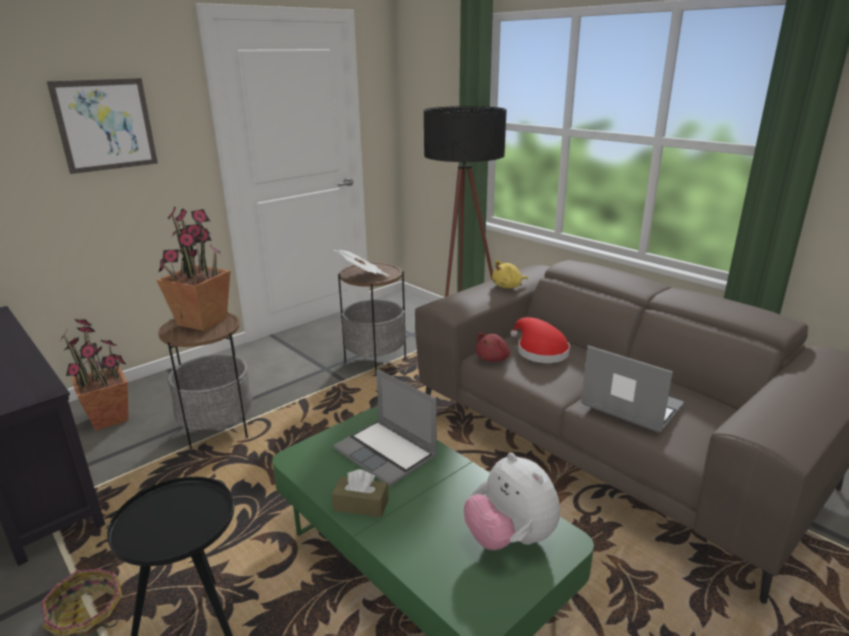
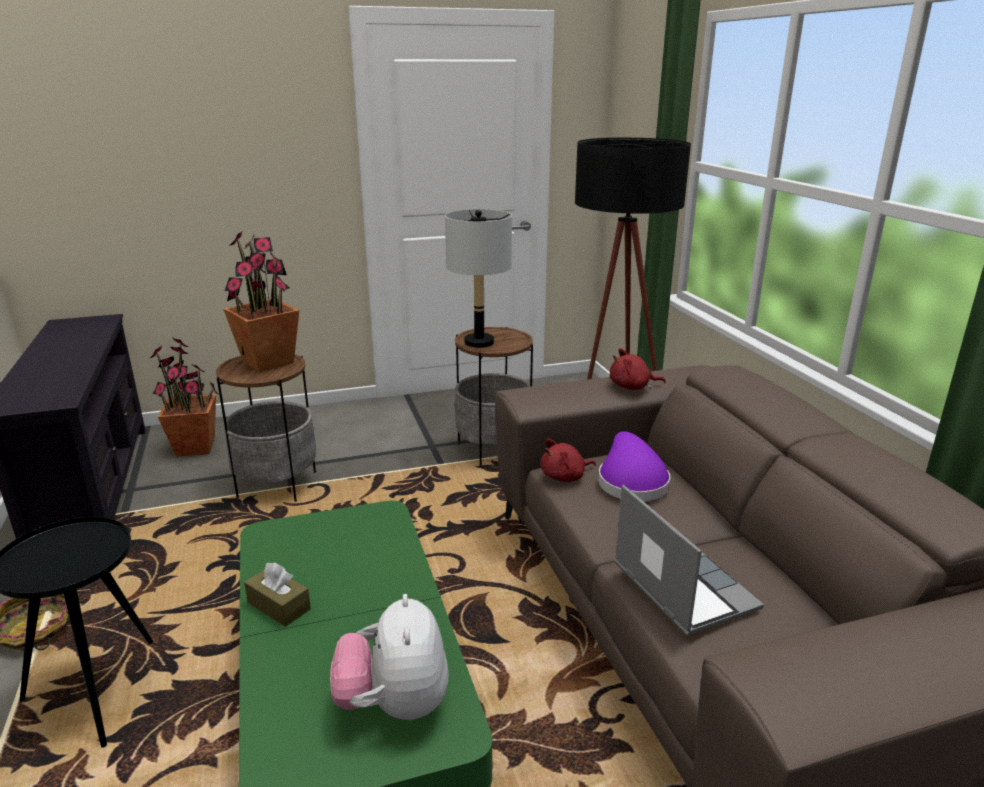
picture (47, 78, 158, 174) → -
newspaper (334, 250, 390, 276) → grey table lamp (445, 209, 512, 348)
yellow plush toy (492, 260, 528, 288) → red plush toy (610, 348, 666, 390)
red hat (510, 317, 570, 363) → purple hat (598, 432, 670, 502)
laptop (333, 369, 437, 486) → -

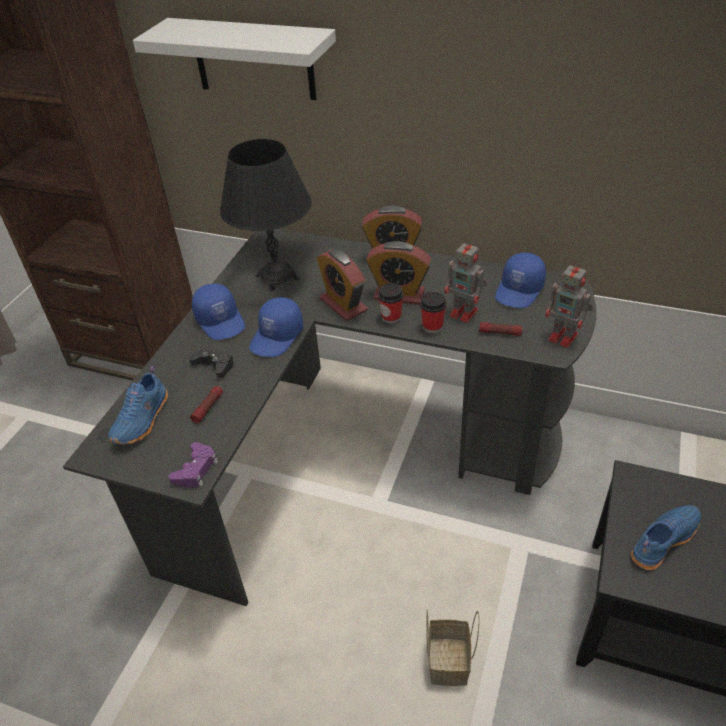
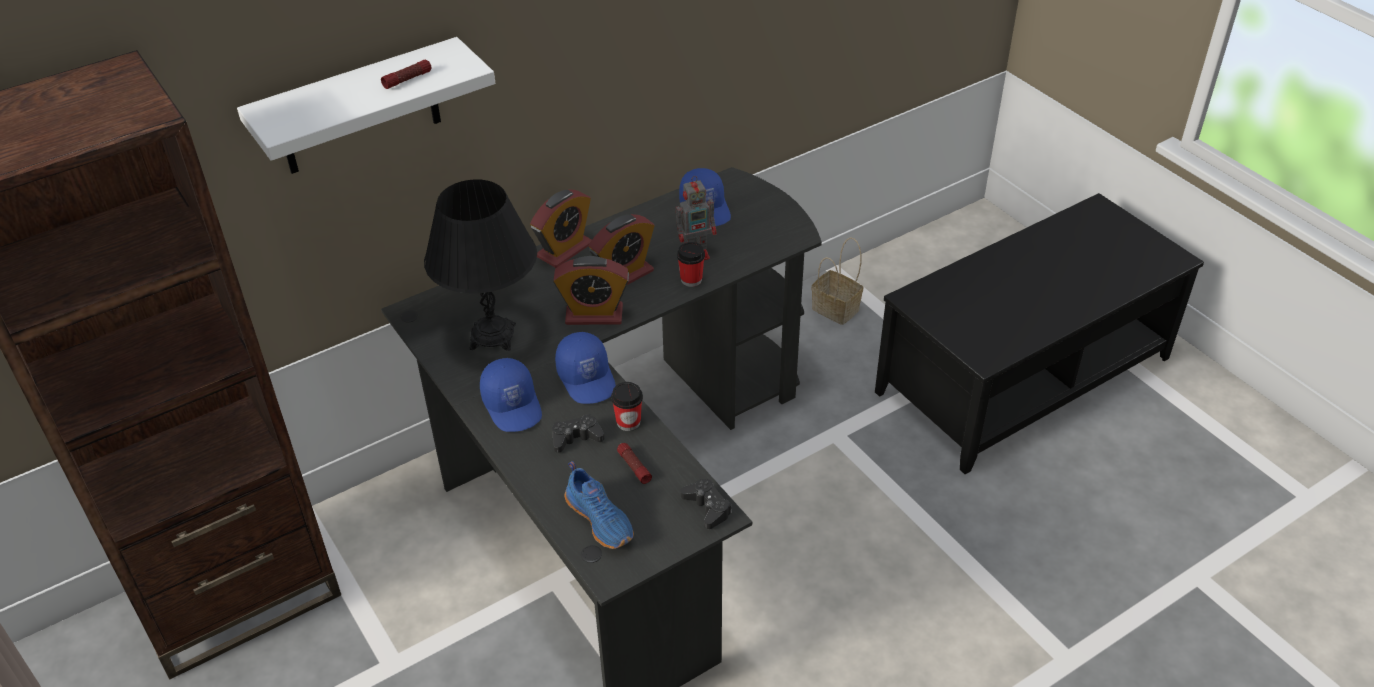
toy robot (545, 261, 593, 348) → -
blue cap (192, 283, 245, 340) → blue cap (480, 358, 542, 432), 60 degrees clockwise
cup (378, 283, 404, 324) → cup (611, 382, 643, 431), relocated
flashlight (479, 322, 522, 336) → flashlight (381, 60, 432, 89), relocated
purple game controller (169, 442, 218, 488) → black game controller (680, 479, 732, 529)
blue shoe (631, 505, 701, 570) → -
basket (426, 610, 479, 686) → basket (811, 237, 863, 325), relocated

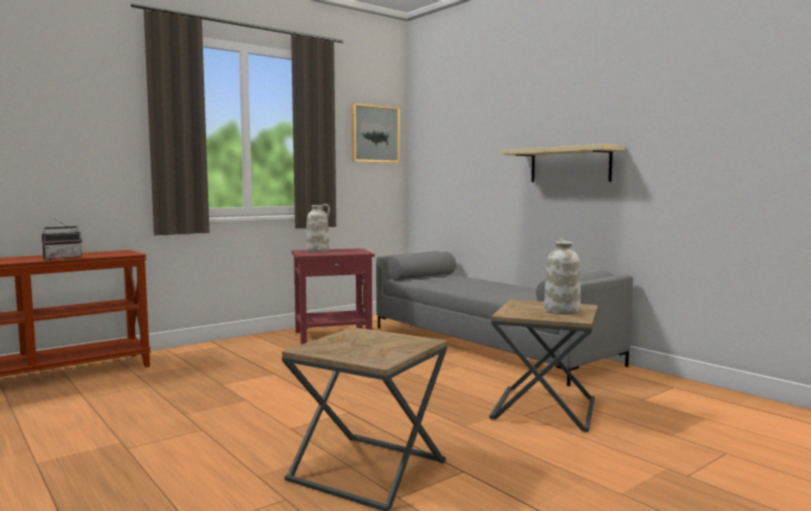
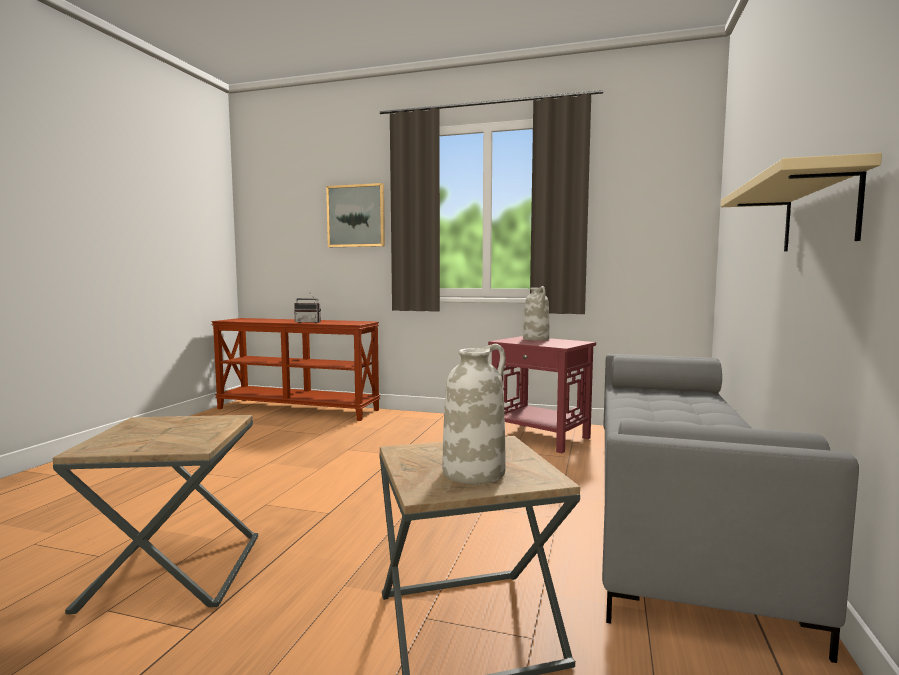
picture (351, 103, 400, 163) → picture (326, 183, 385, 247), relocated

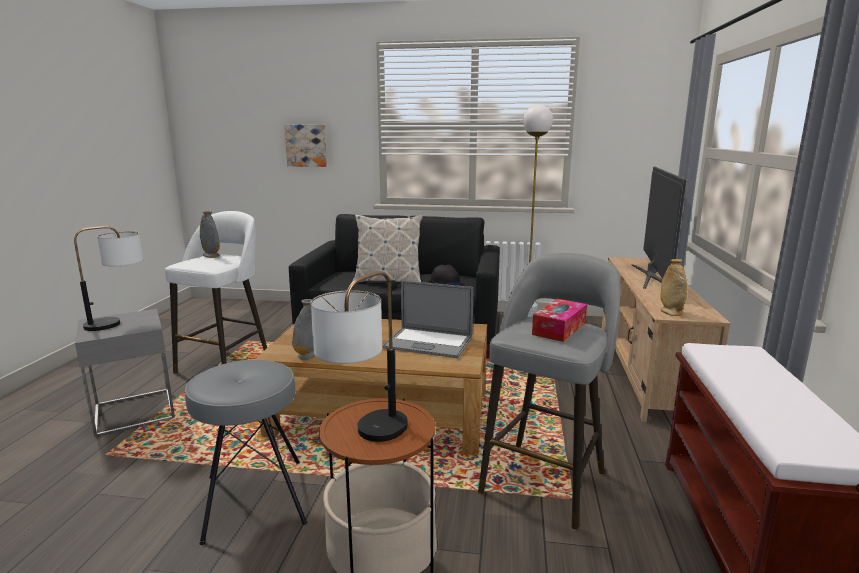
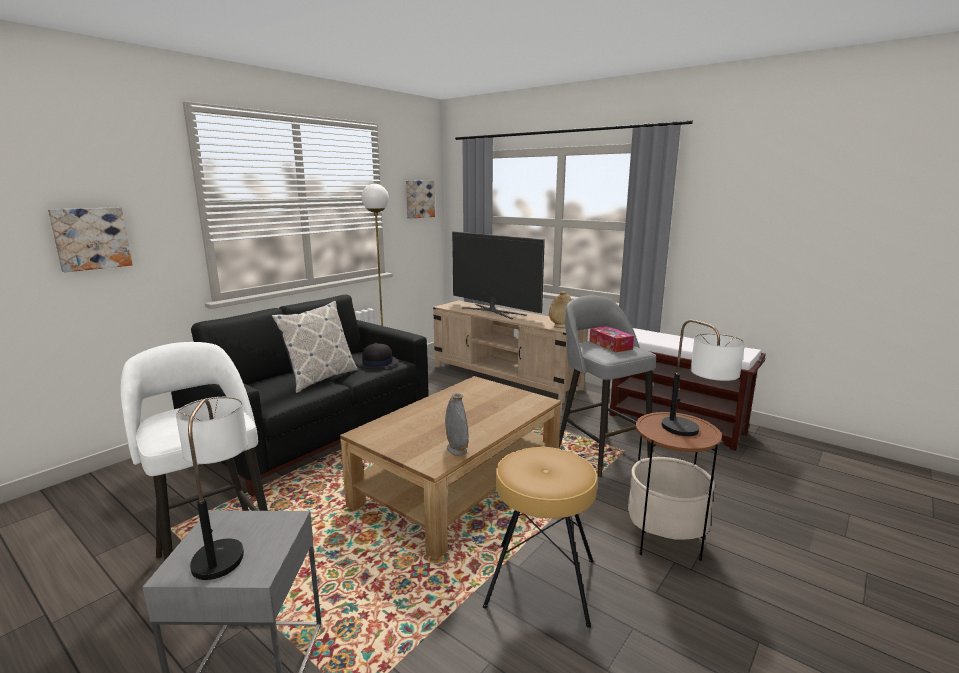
grey vase (200, 211, 220, 258) → -
laptop (383, 281, 473, 358) → -
grey stool (185, 360, 307, 545) → brown stool (483, 447, 597, 628)
- → picture (406, 181, 435, 219)

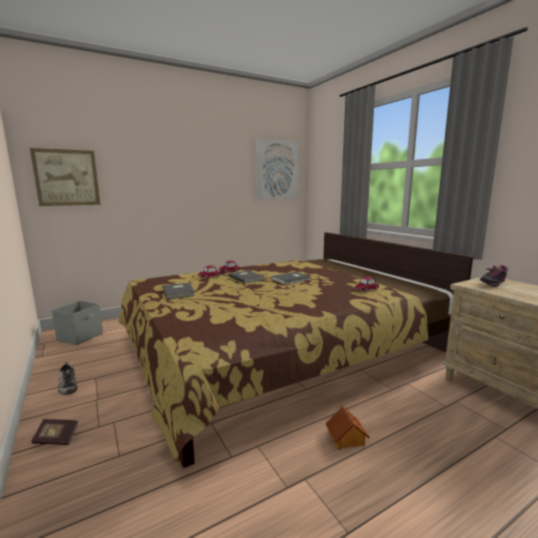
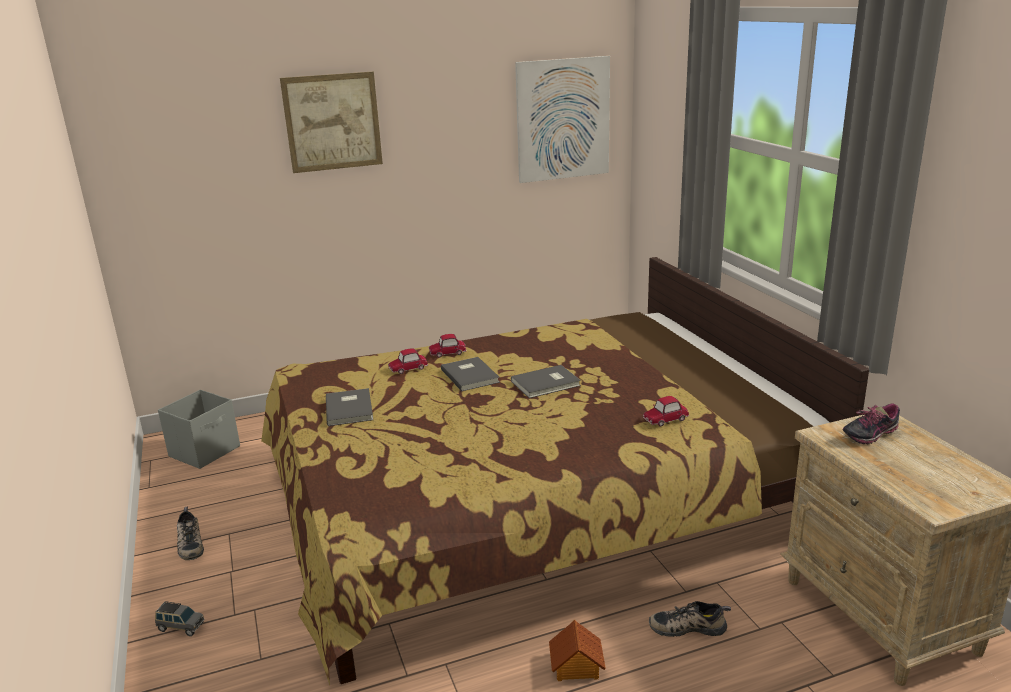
picture (30, 148, 100, 206) → picture (280, 72, 383, 173), relocated
book (31, 419, 79, 445) → grey toy car (155, 601, 204, 636)
- → shoe (649, 601, 731, 637)

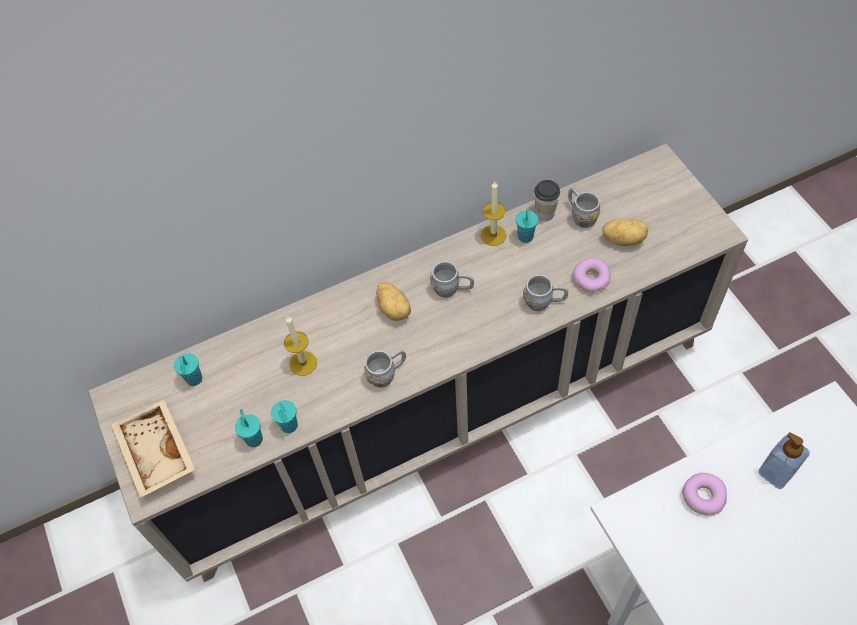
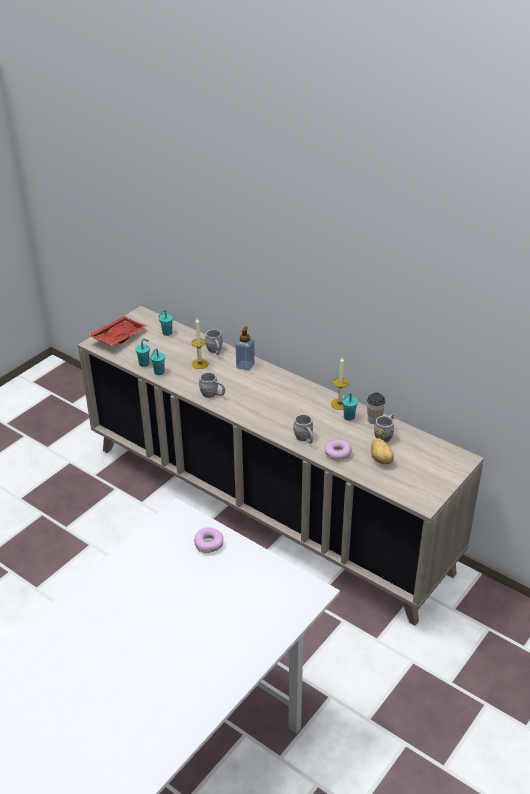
grey mug (430, 261, 474, 298) → grey mug (205, 329, 223, 355), relocated
potato (376, 282, 411, 321) → -
beige tray (111, 400, 195, 498) → red tray (88, 316, 148, 346)
soap dispenser (758, 432, 810, 489) → soap dispenser (235, 326, 255, 371), relocated

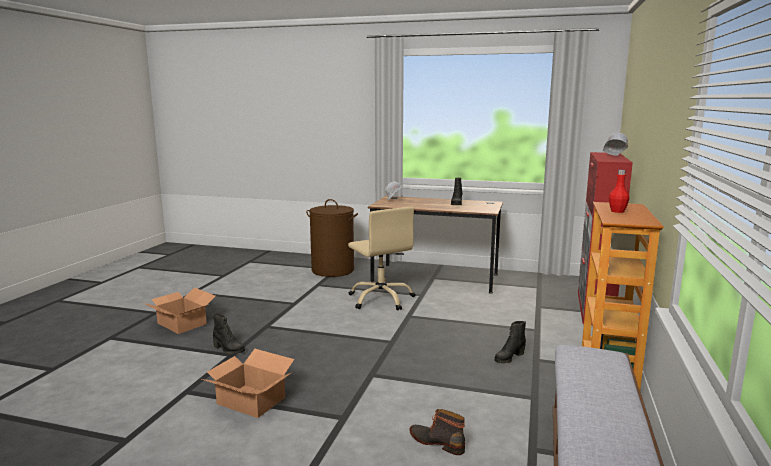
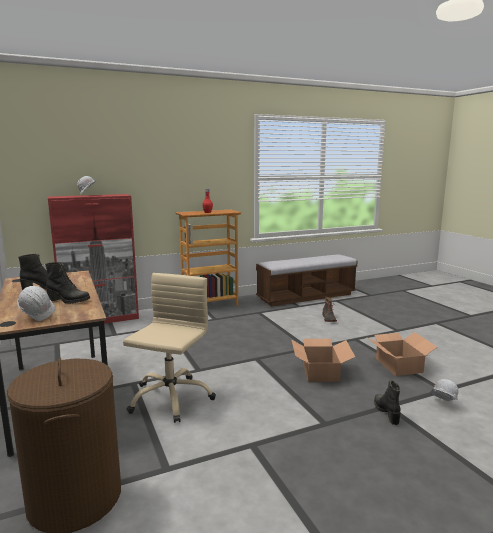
cardboard box (143, 287, 215, 334) → cardboard box (291, 339, 355, 382), relocated
black boot (494, 321, 526, 363) → black boot (45, 262, 90, 304), relocated
- → white hard hat (431, 379, 459, 401)

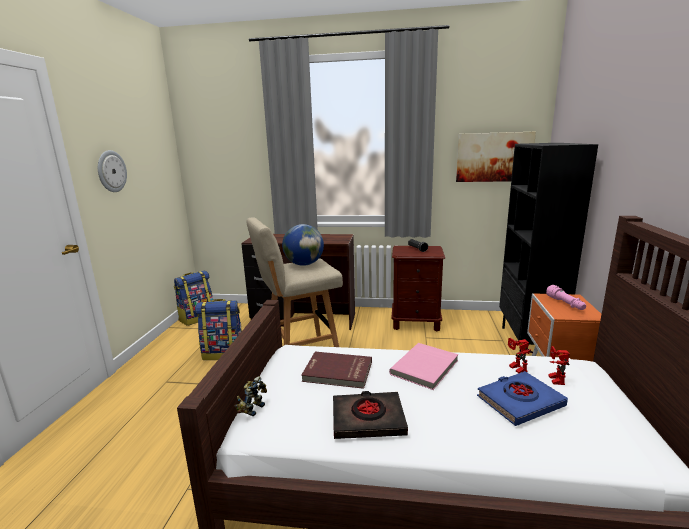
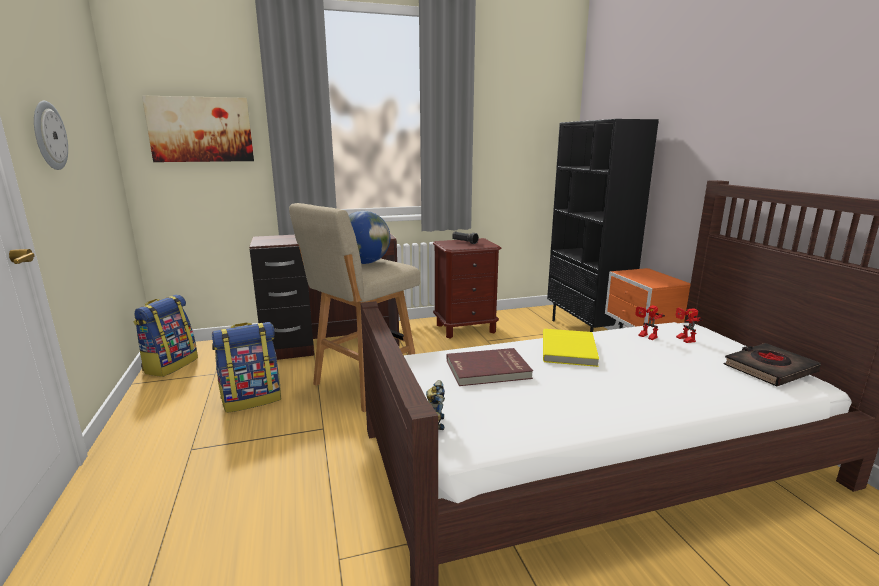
picture (456, 132, 536, 182) → picture (142, 95, 254, 162), relocated
pink flashlight (546, 285, 586, 310) → -
pink book (389, 343, 458, 390) → yellow book (543, 329, 599, 367)
blue book (477, 371, 568, 426) → -
black book (333, 391, 408, 439) → black book (723, 343, 821, 386), relocated

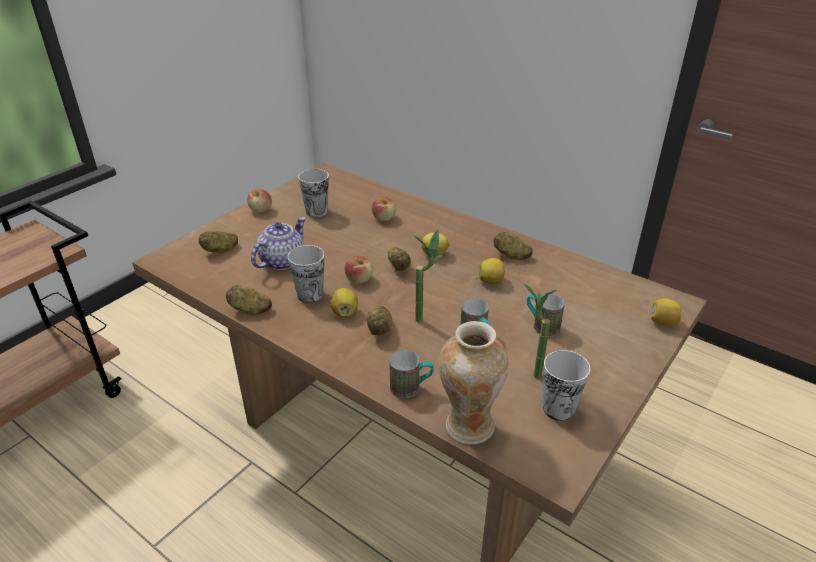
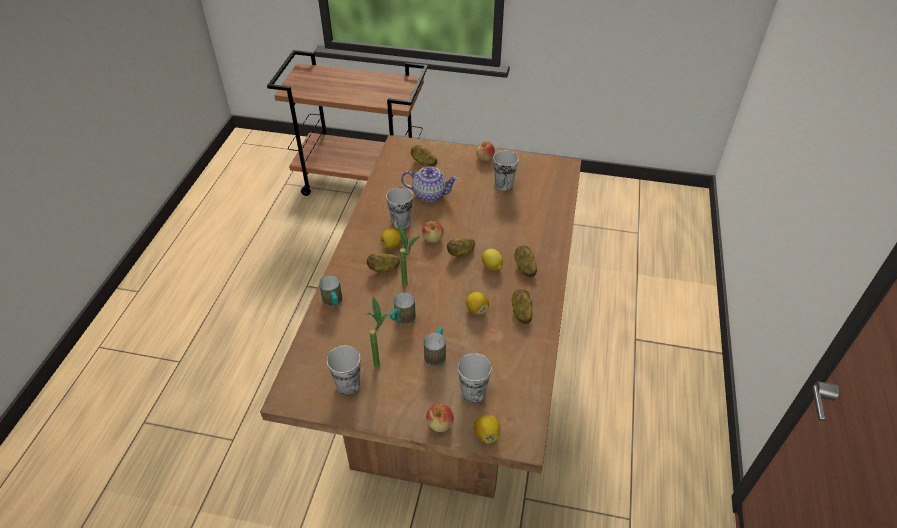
apple (372, 197, 396, 221) → apple (426, 403, 454, 432), relocated
potato (226, 285, 272, 315) → potato (514, 246, 537, 277), relocated
vase (439, 321, 508, 445) → -
- → cup (458, 353, 492, 403)

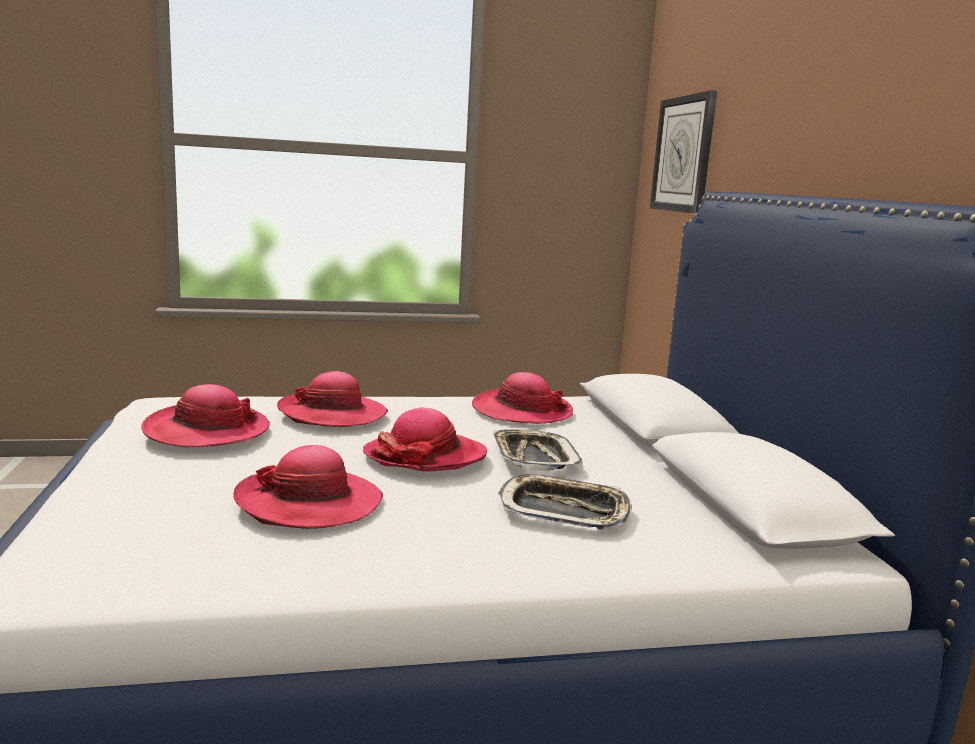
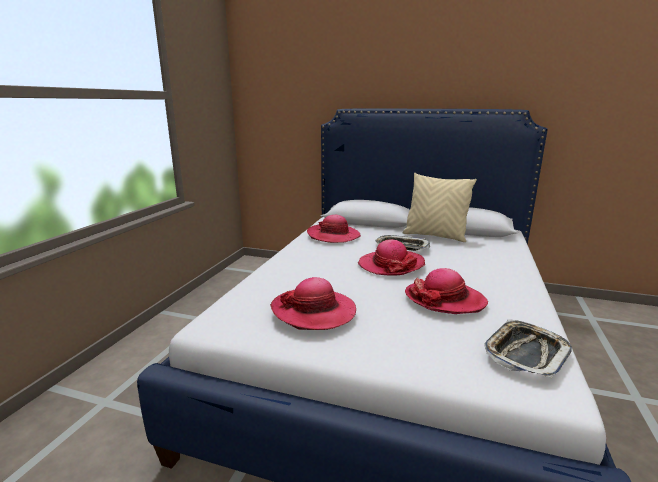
wall clock (650, 90, 717, 214) → -
hat (277, 371, 388, 427) → -
tray (498, 474, 632, 530) → tray (484, 319, 572, 379), relocated
- → beige pillow (403, 173, 477, 242)

